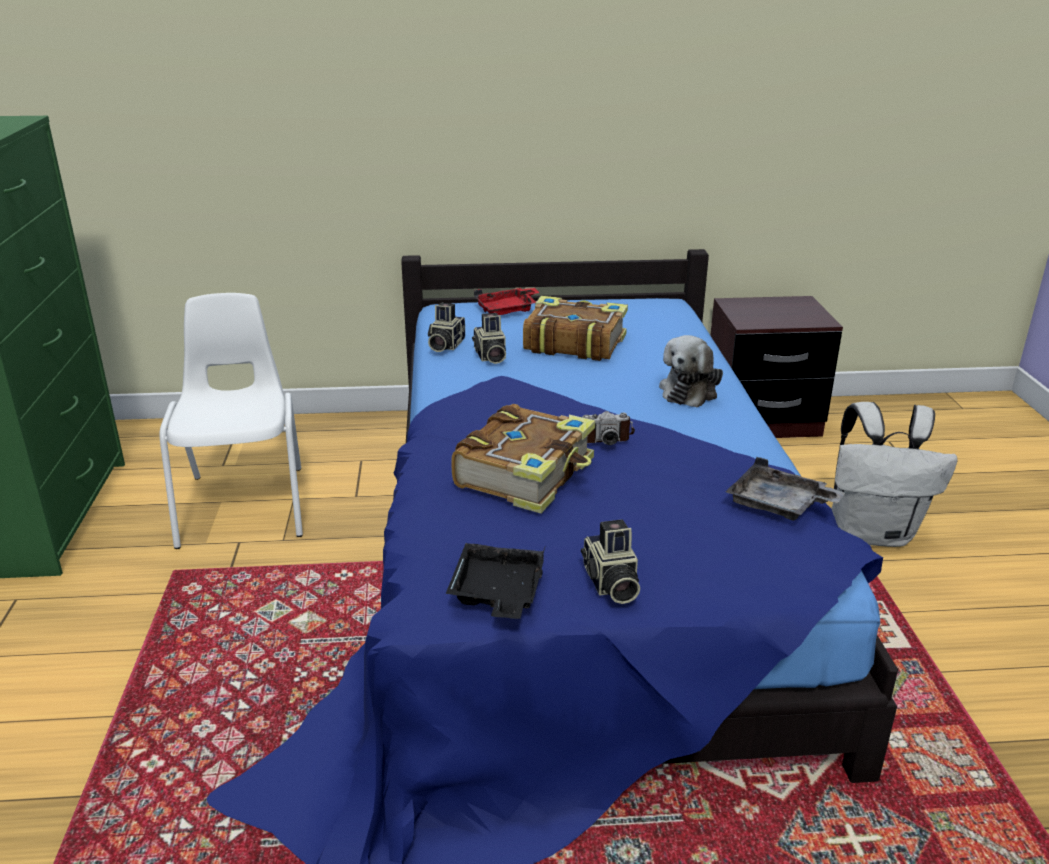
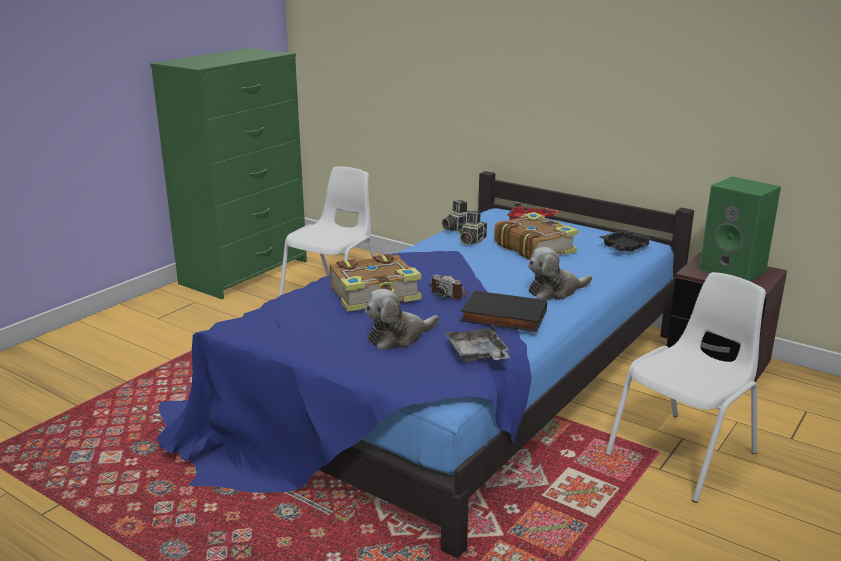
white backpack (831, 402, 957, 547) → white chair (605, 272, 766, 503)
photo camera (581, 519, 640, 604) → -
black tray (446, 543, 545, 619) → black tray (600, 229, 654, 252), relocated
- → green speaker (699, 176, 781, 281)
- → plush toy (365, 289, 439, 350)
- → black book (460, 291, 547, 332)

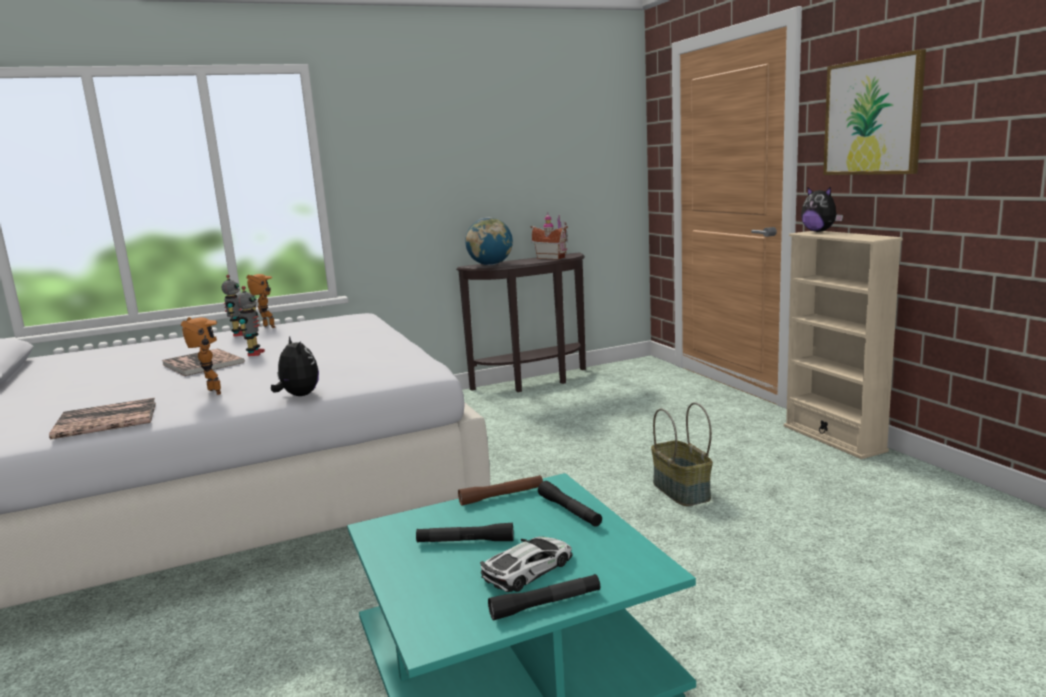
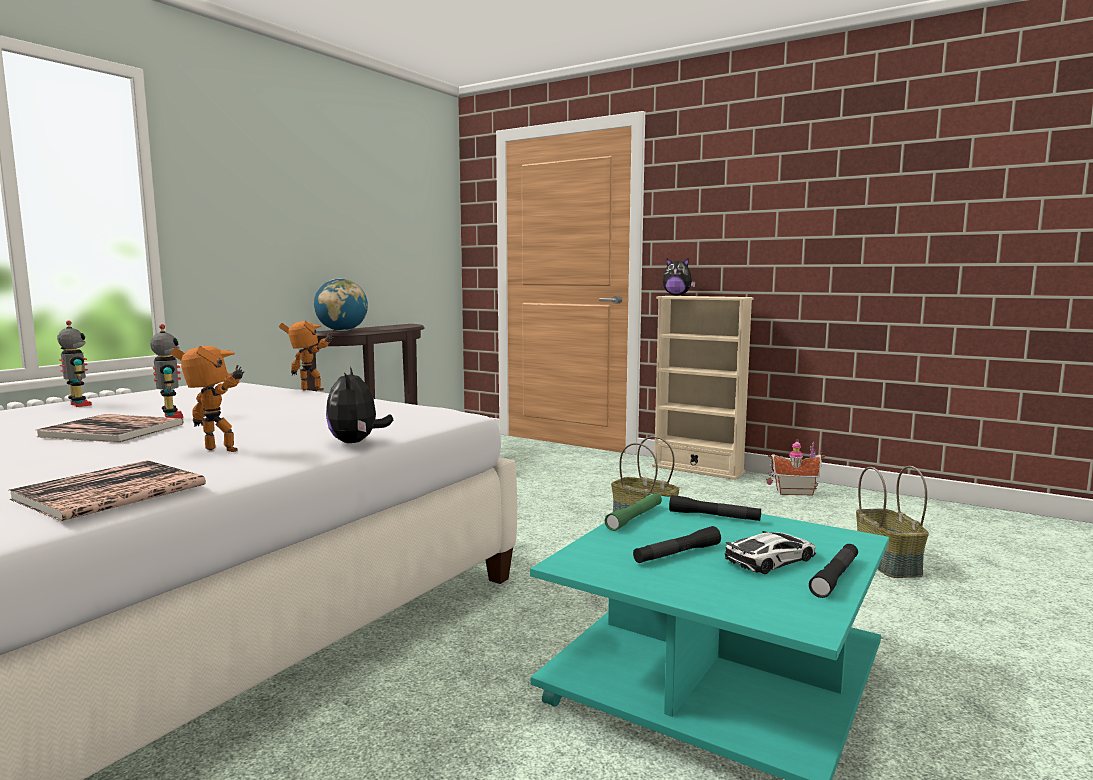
picture (823, 49, 926, 175) → -
toy house (531, 213, 568, 260) → toy house (767, 439, 825, 495), relocated
toy robot (246, 274, 275, 328) → toy robot (279, 321, 334, 391), relocated
plush toy (271, 336, 319, 396) → plush toy (326, 367, 393, 443), 120 degrees counterclockwise
brown flashlight (458, 475, 543, 506) → green flashlight (605, 493, 662, 531)
toy car (480, 536, 573, 592) → toy car (725, 531, 816, 574), 45 degrees clockwise
- → basket (856, 466, 929, 578)

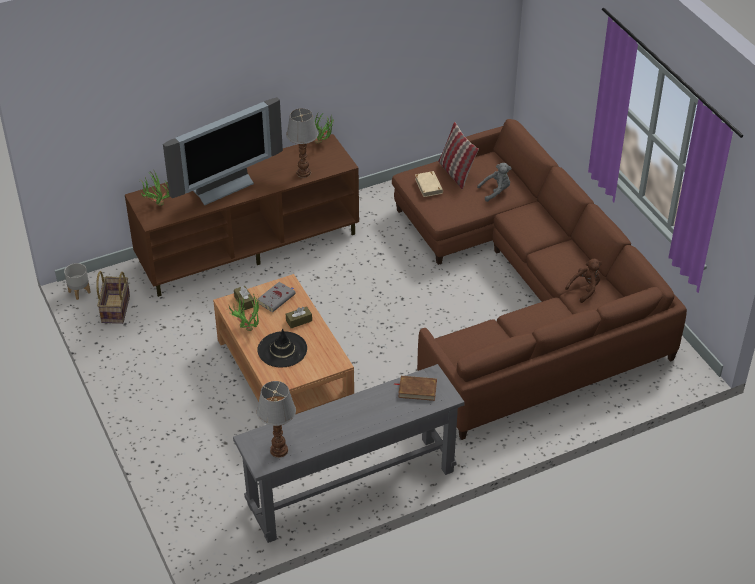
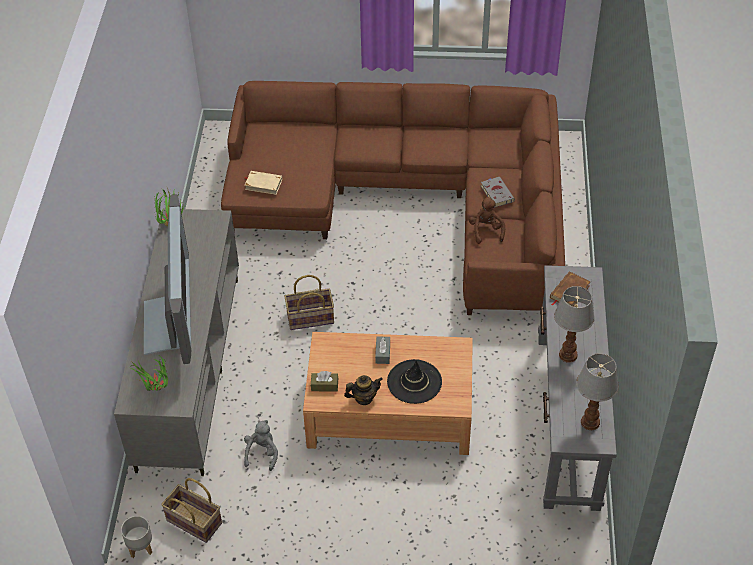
table lamp (286, 108, 318, 178) → table lamp (554, 286, 595, 363), relocated
pillow (438, 122, 479, 189) → -
brown tv stand (125, 134, 359, 297) → grey tv stand (114, 208, 239, 476)
grey plush toy (477, 163, 512, 202) → grey plush toy (244, 420, 278, 471), relocated
brown plush toy (565, 259, 602, 303) → brown plush toy (469, 197, 505, 244), relocated
grey book (257, 282, 296, 312) → grey book (481, 177, 515, 207), relocated
potted plant (227, 294, 259, 331) → teapot (344, 375, 383, 405)
brown tissue box (286, 306, 312, 328) → grey tissue box (375, 336, 390, 364)
- → basket (284, 275, 334, 330)

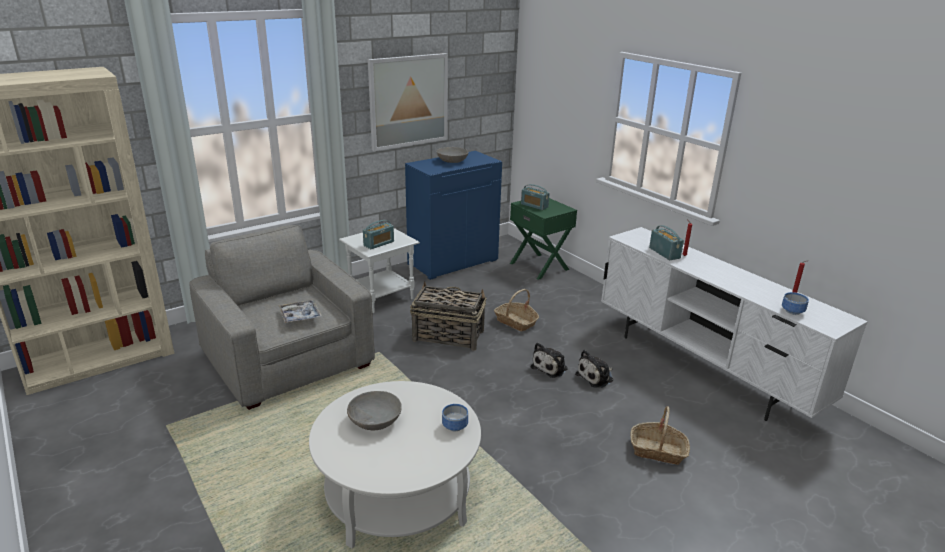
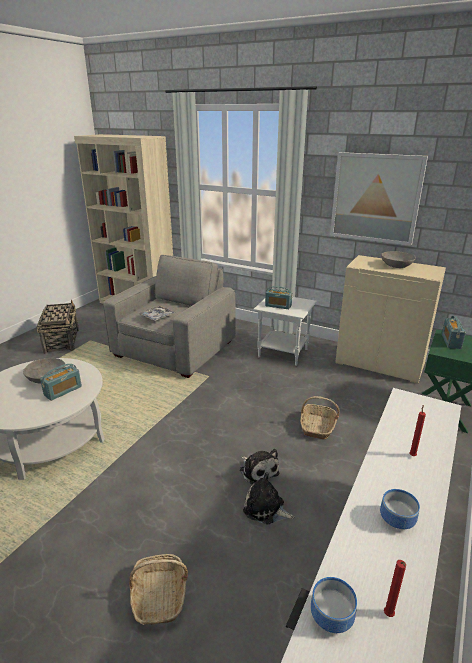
blue cabinet (405, 151, 502, 280) → beige cabinet (335, 255, 446, 384)
radio (649, 225, 684, 260) → radio (40, 364, 82, 401), relocated
basket (410, 281, 487, 351) → basket (37, 300, 79, 354), relocated
plush toy (531, 342, 568, 378) → plush toy (240, 449, 279, 485), 135 degrees counterclockwise
bowl (442, 404, 468, 431) → bowl (380, 489, 420, 529), relocated

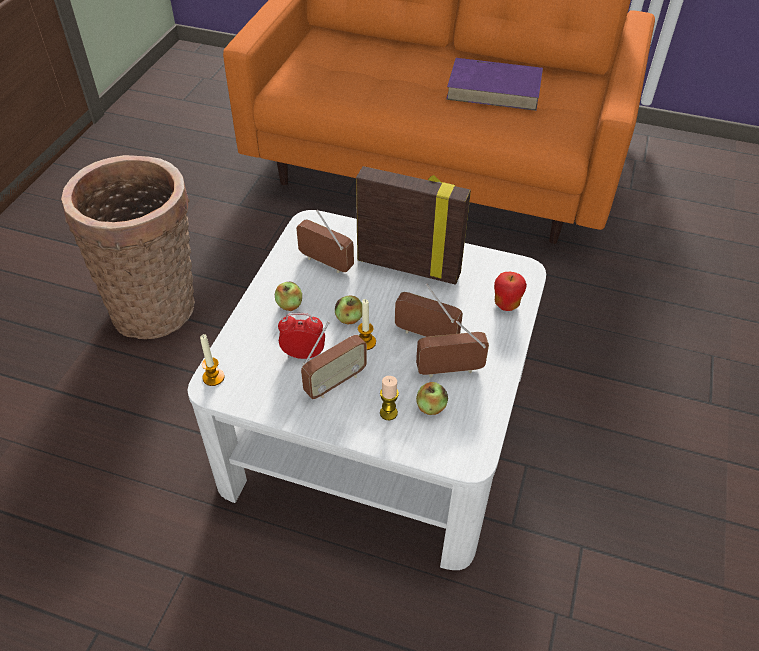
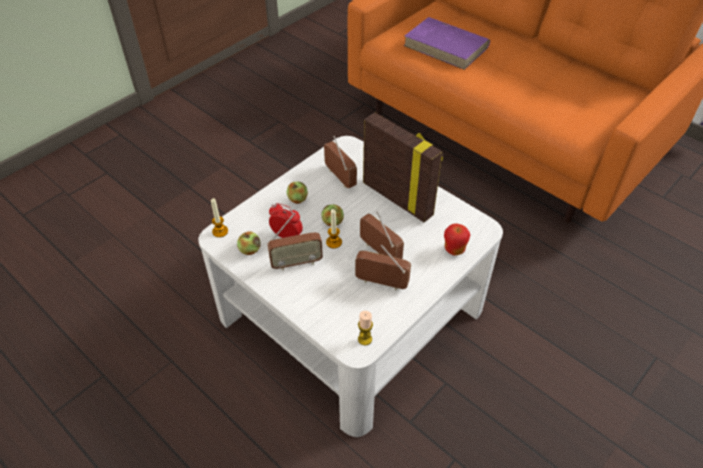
purple book (446, 58, 543, 111) → purple book (404, 17, 490, 70), relocated
basket (61, 155, 195, 339) → -
candle (380, 376, 399, 420) → candle (358, 311, 373, 346), relocated
apple (416, 382, 448, 415) → apple (237, 231, 261, 255), relocated

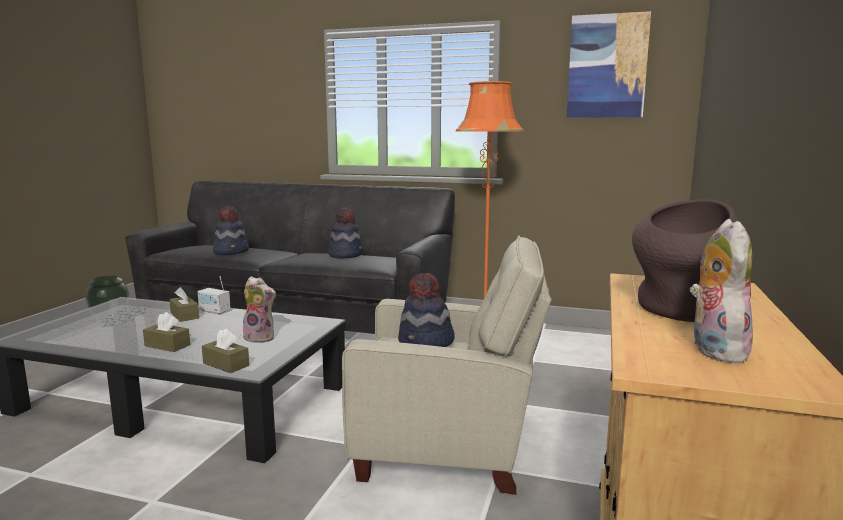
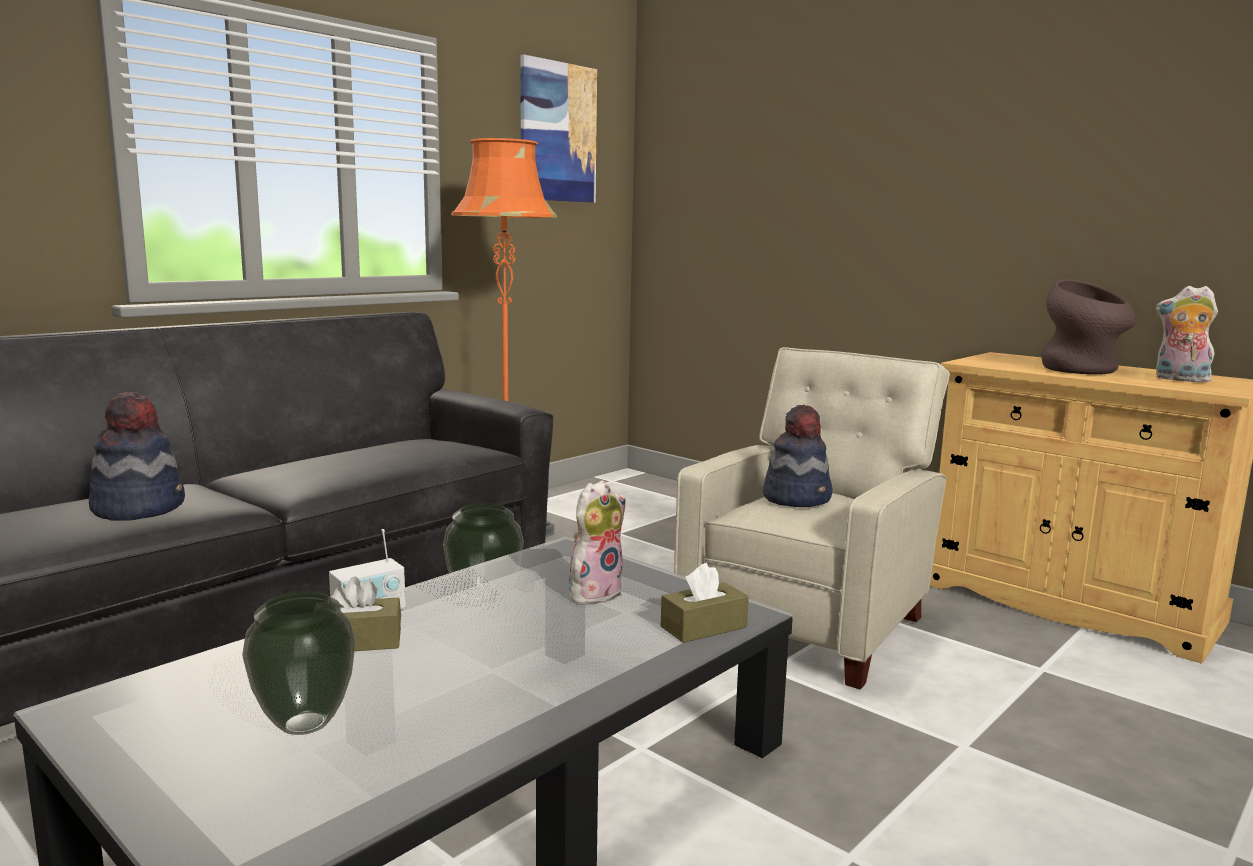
hat (328, 207, 363, 259) → -
brown tissue box (143, 312, 190, 352) → -
- → vase (443, 503, 524, 609)

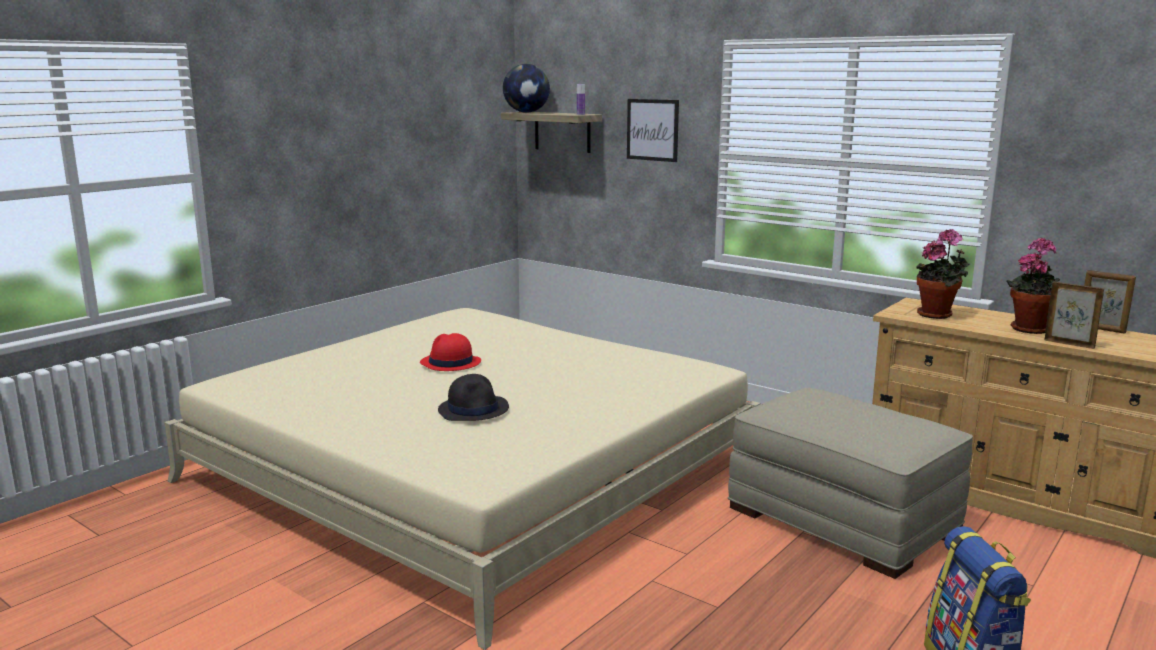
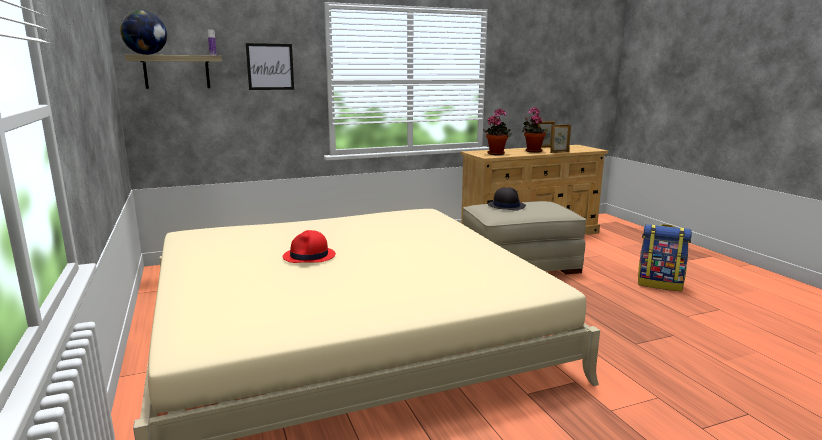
black hat (438, 374, 509, 421) → black hat (488, 187, 526, 211), relocated

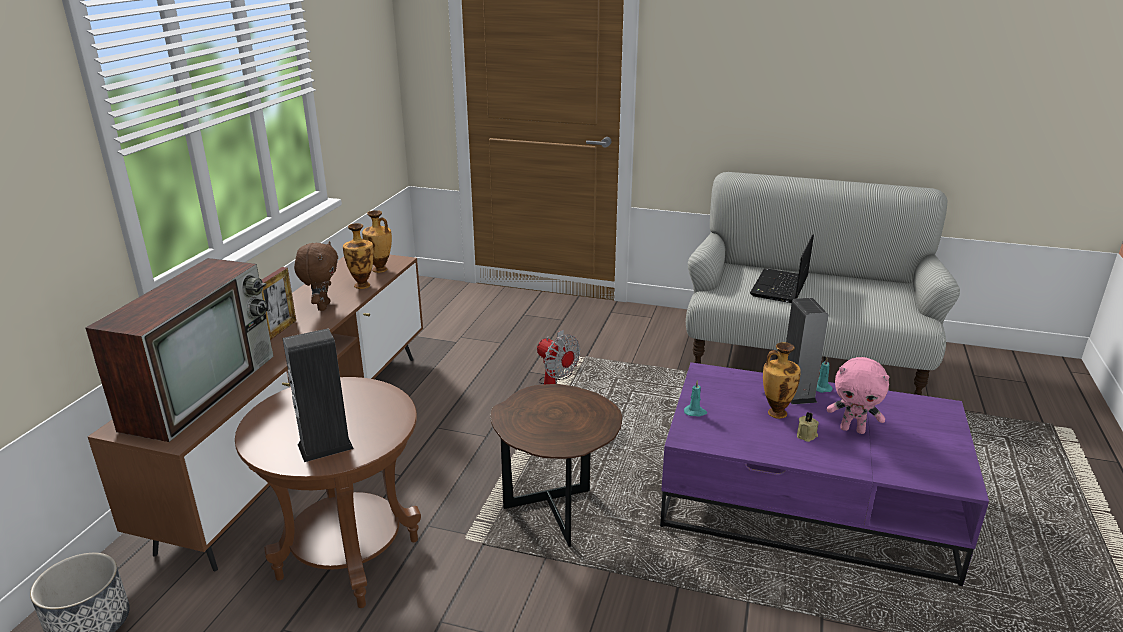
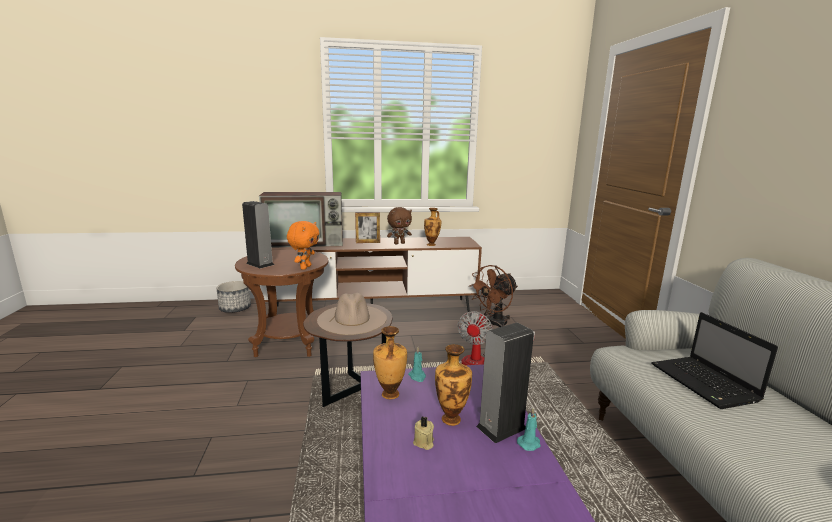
vase (362, 210, 392, 273) → vase (373, 326, 407, 399), relocated
laptop (750, 234, 814, 303) → laptop (651, 312, 778, 409), 105 degrees counterclockwise
pink plush toy (827, 357, 890, 434) → -
- → orange plush toy (287, 221, 320, 270)
- → brown fan (469, 265, 518, 327)
- → beige hat (317, 293, 387, 335)

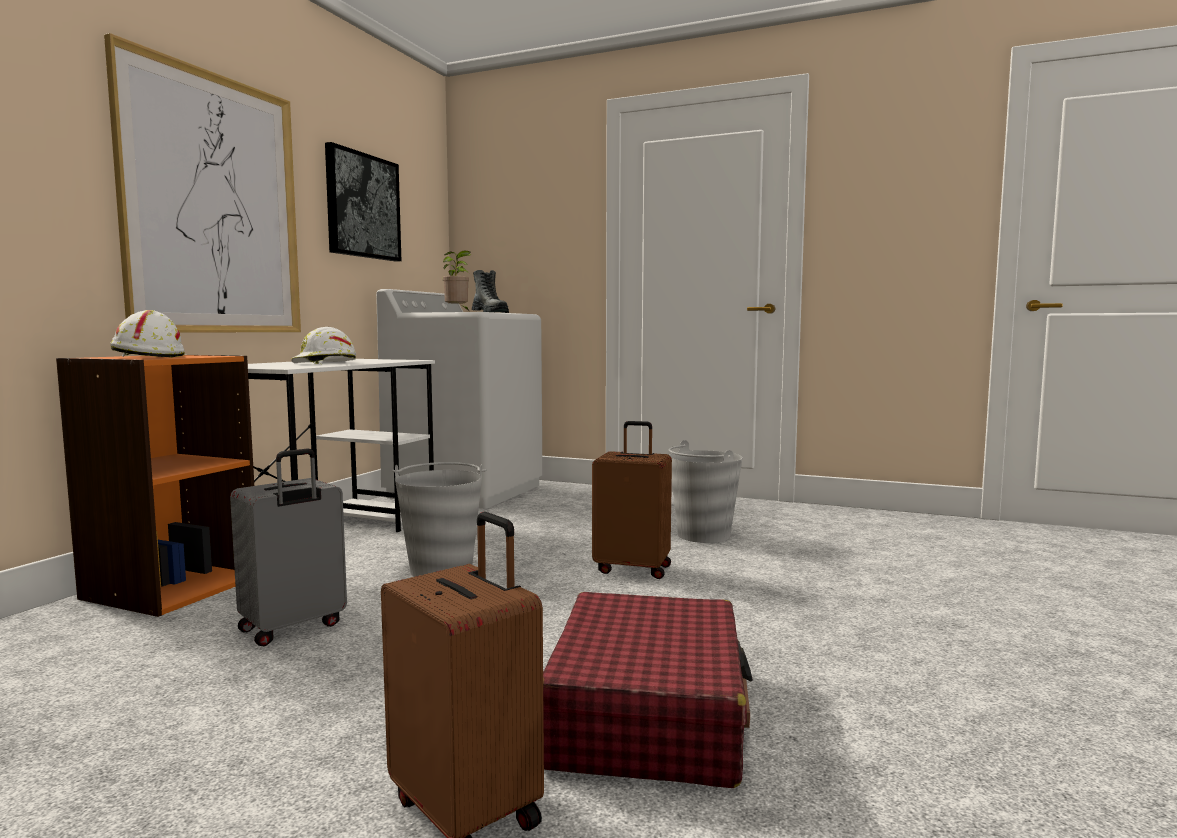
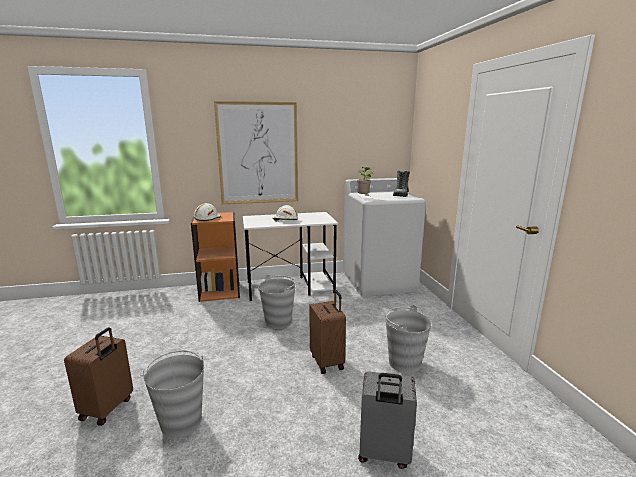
picture (325, 142, 401, 262) → -
grey suitcase (230, 448, 347, 646) → grey suitcase (358, 371, 417, 469), relocated
red suitcase (543, 592, 753, 788) → grey bucket (140, 350, 206, 438)

